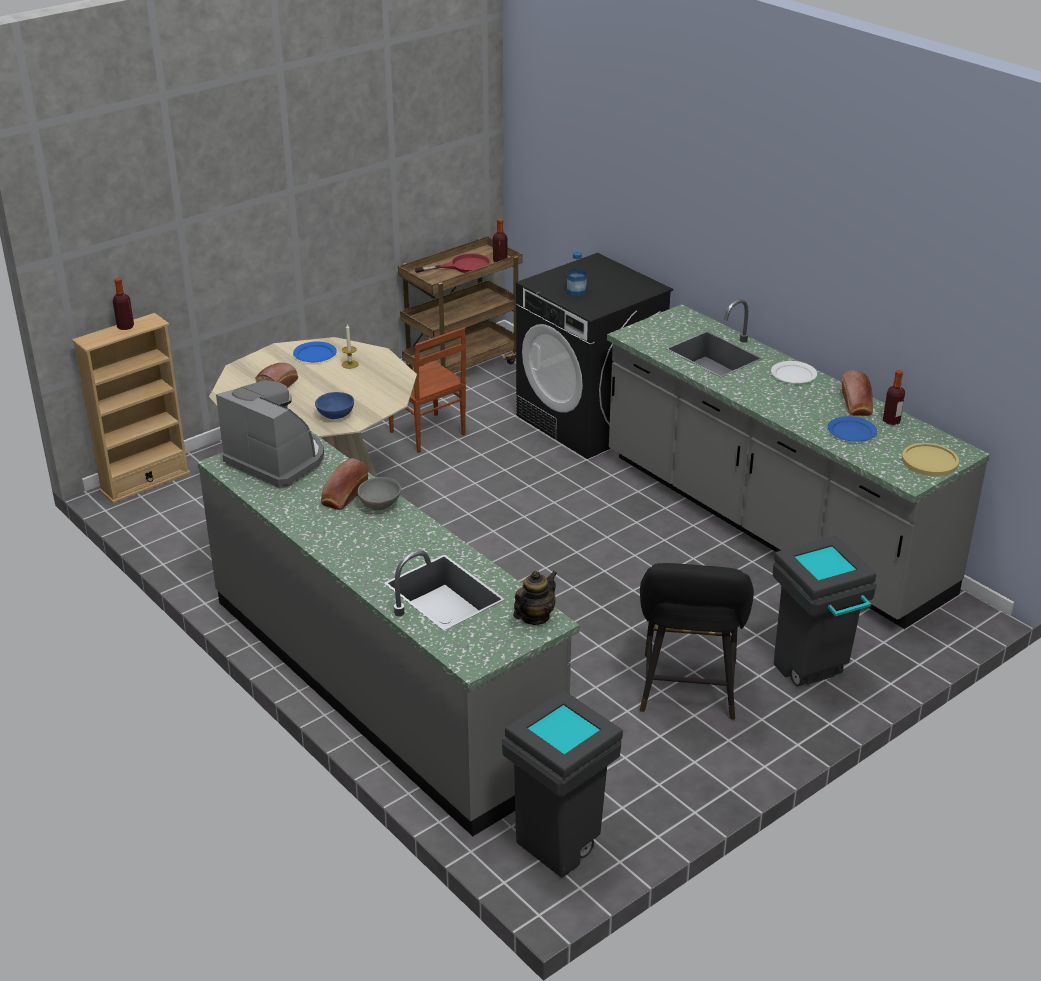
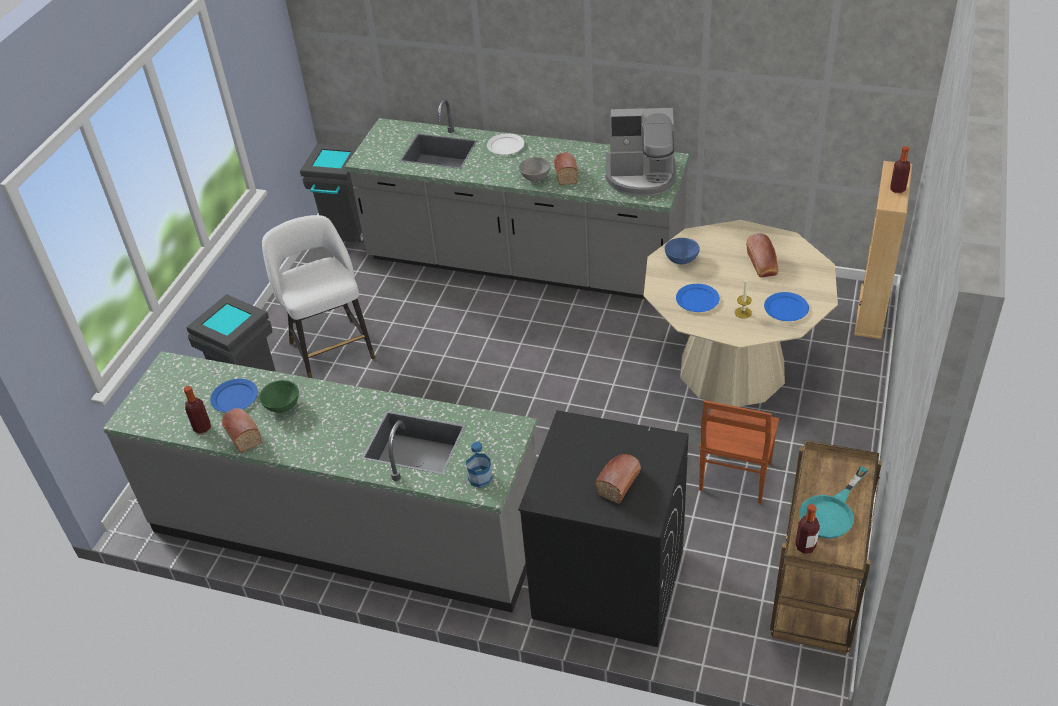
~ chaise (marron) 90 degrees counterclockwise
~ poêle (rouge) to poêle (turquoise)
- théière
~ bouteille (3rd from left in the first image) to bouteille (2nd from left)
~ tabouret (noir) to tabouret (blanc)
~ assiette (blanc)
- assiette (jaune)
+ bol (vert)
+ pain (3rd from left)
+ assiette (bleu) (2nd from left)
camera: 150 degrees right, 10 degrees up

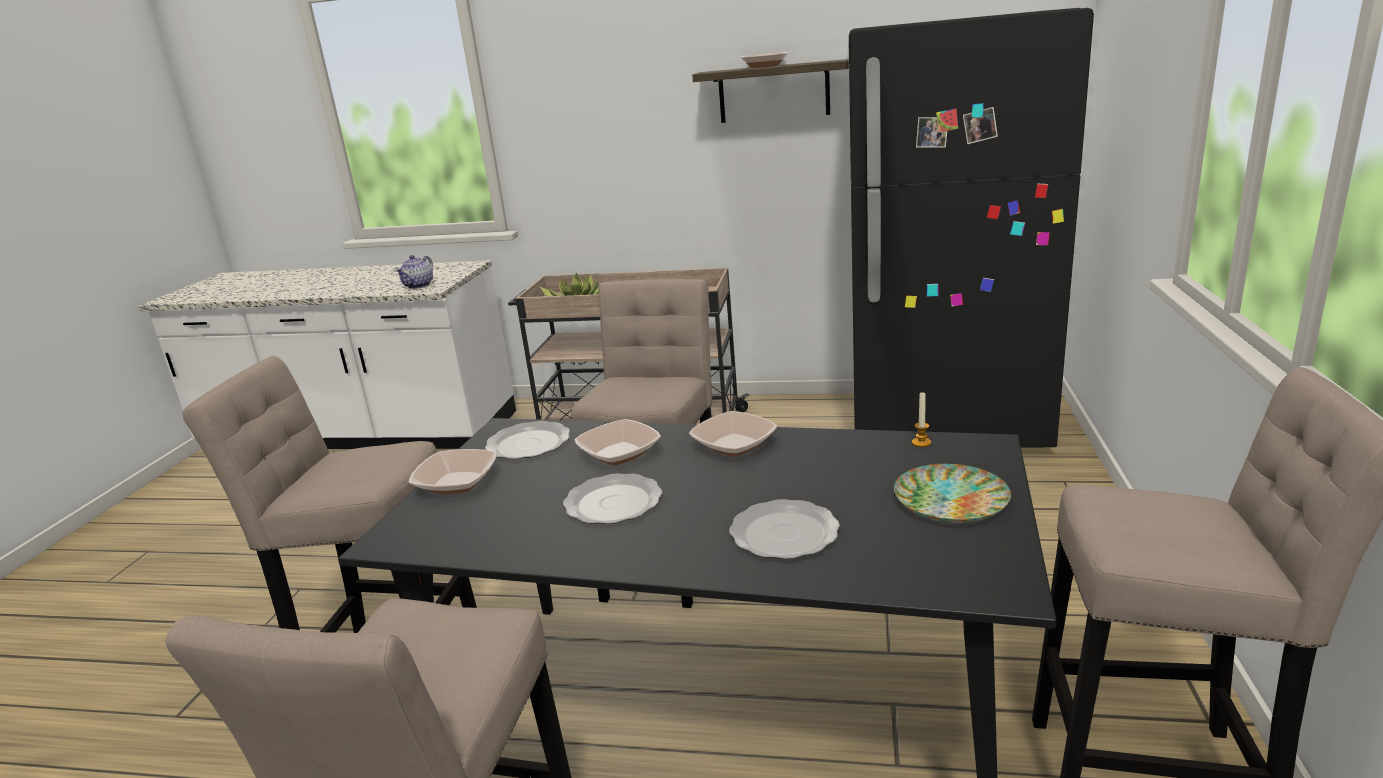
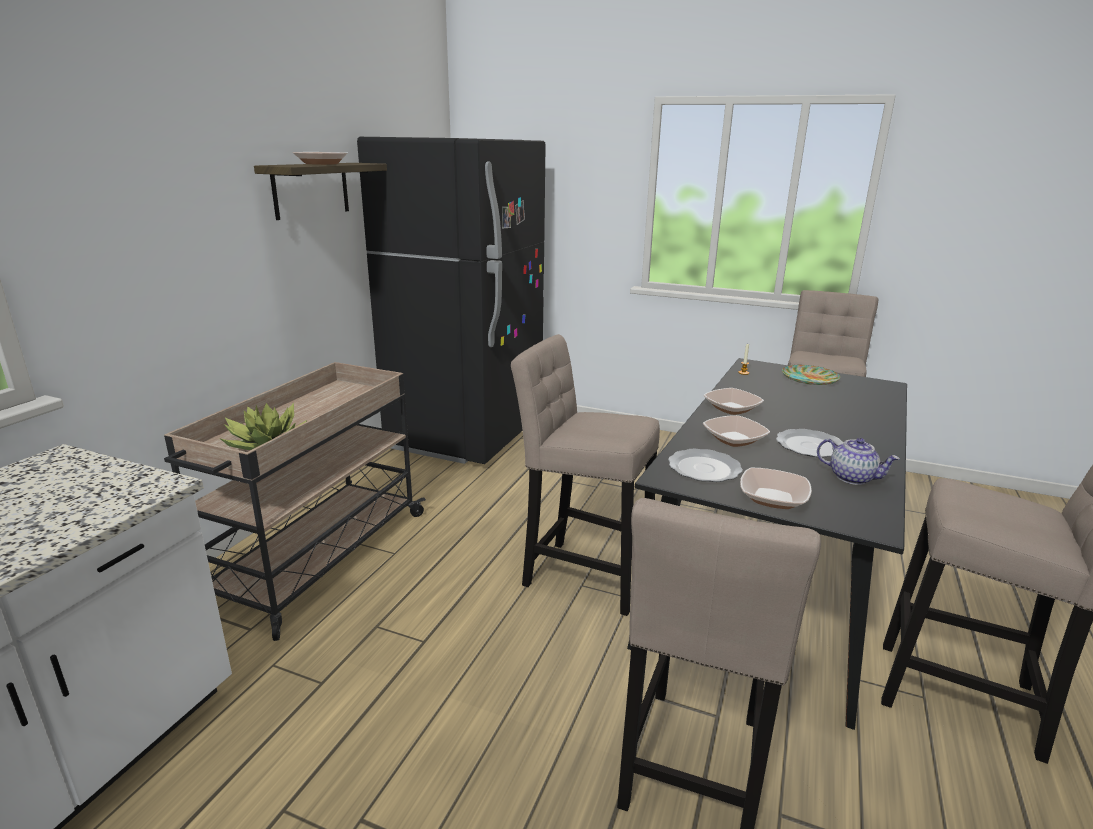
~ théière
- assiette (3rd from left)
camera: 80 degrees left, 0 degrees up

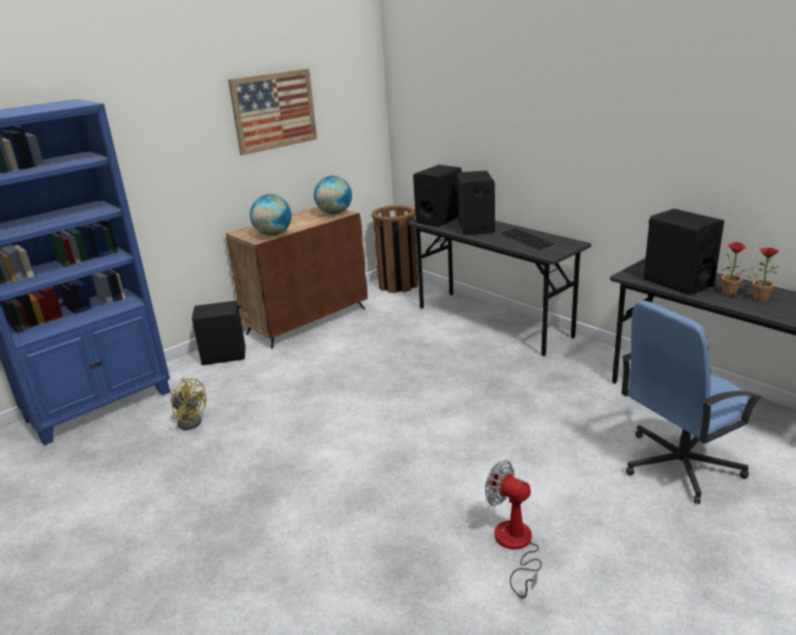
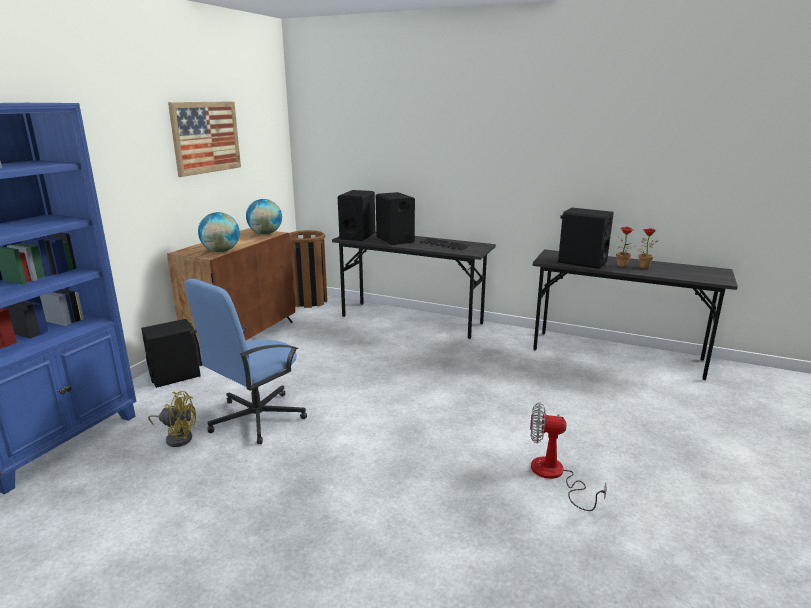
~ chaise de bureau (bleu)
camera: 25 degrees left, 5 degrees down

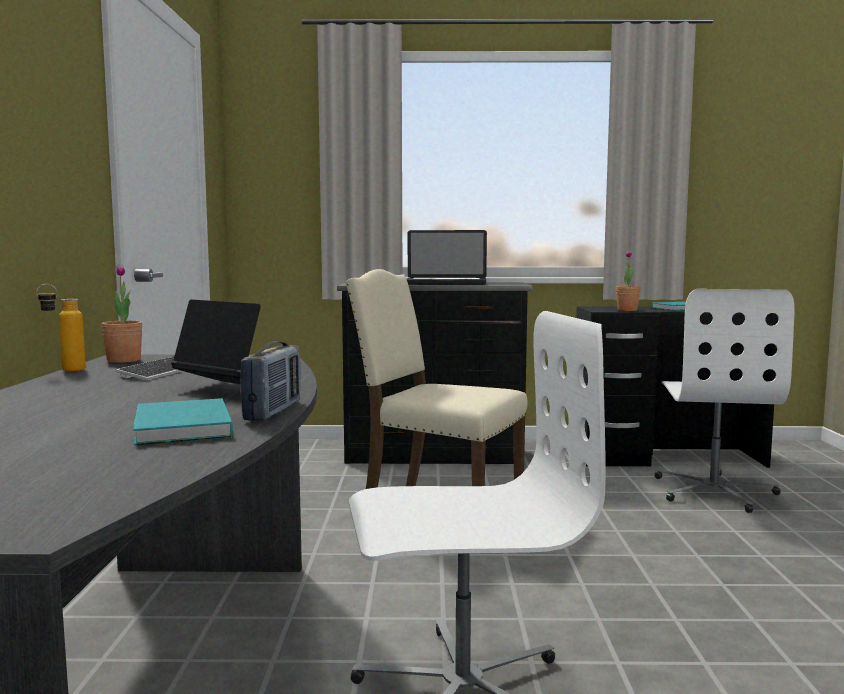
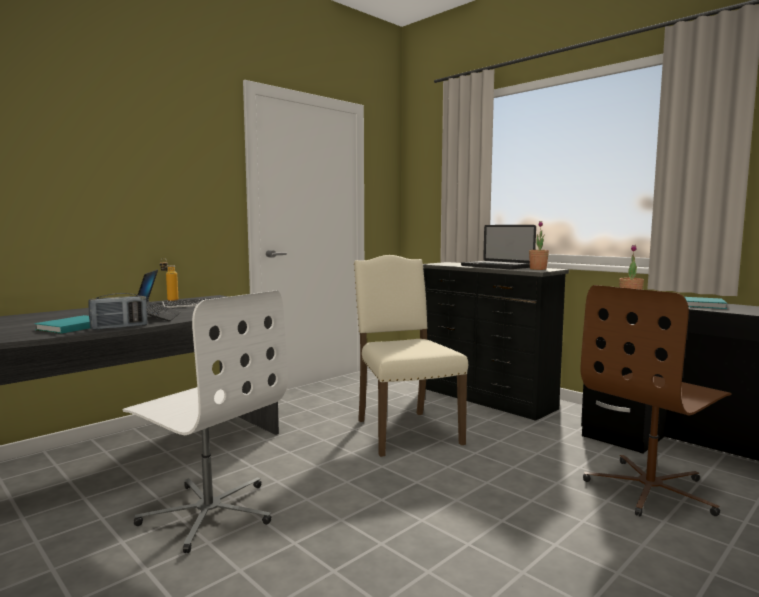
~ plante en pot (1st from left)
~ chaise de bureau (blanc) (2nd from left) to chaise de bureau (marron)
camera: 45 degrees right, 0 degrees up

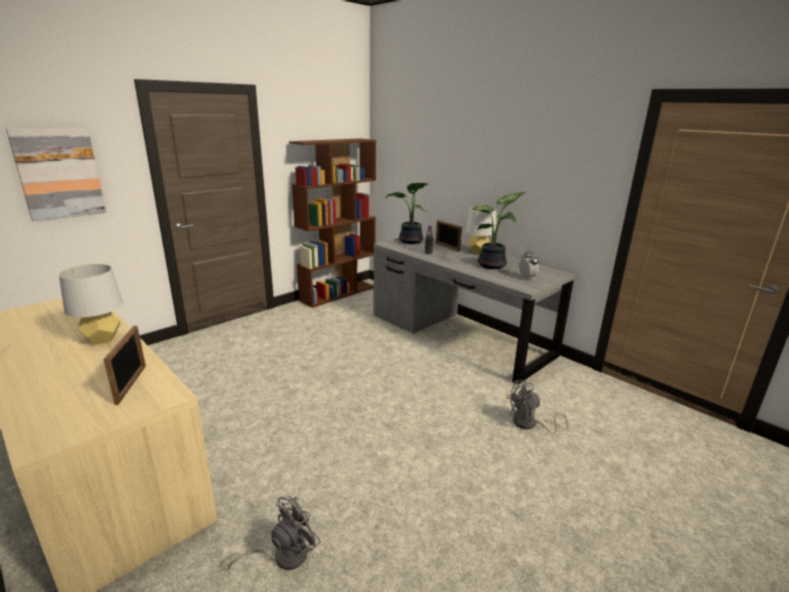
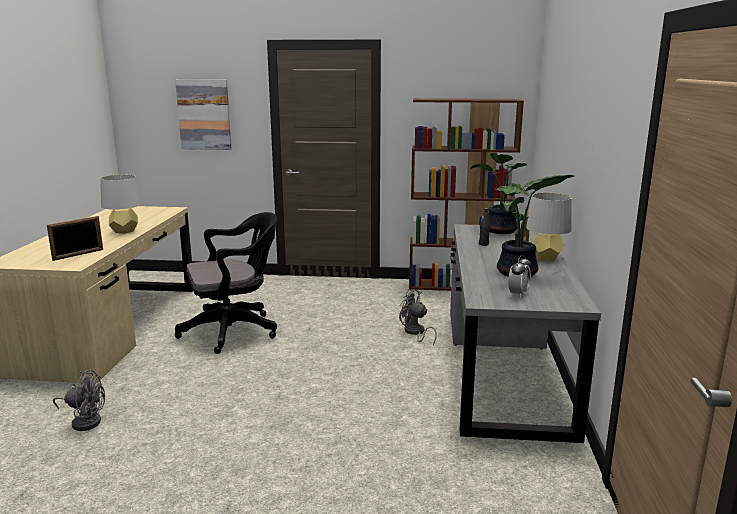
~ ventilateur (gris) (2nd from left)
+ chaise de bureau (noir)
camera: 50 degrees right, 5 degrees down

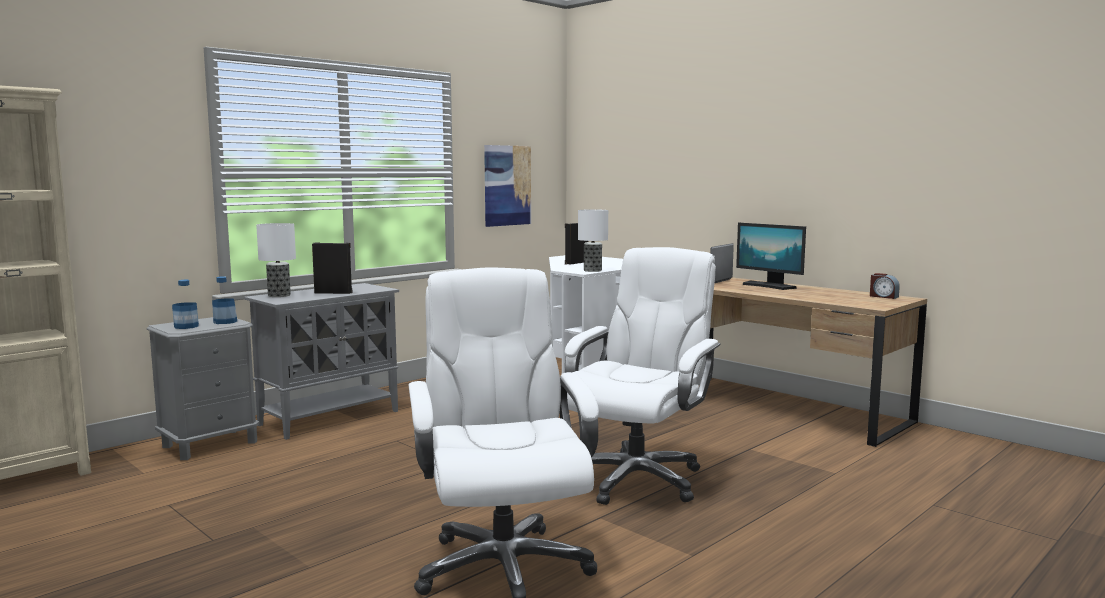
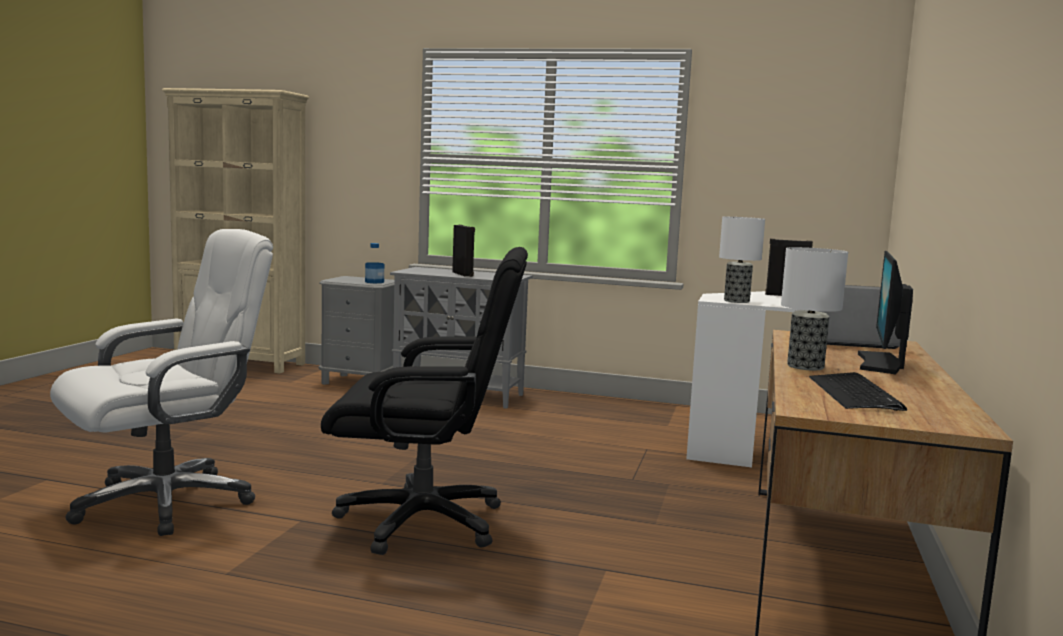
- bouteille (1st from left)
~ lampe de table (1st from left in the first image) to lampe de table (2nd from left)
- tableau
~ chaise de bureau (blanc) (2nd from left) to chaise de bureau (noir)
- réveil
+ clavier
camera: 60 degrees right, 0 degrees up

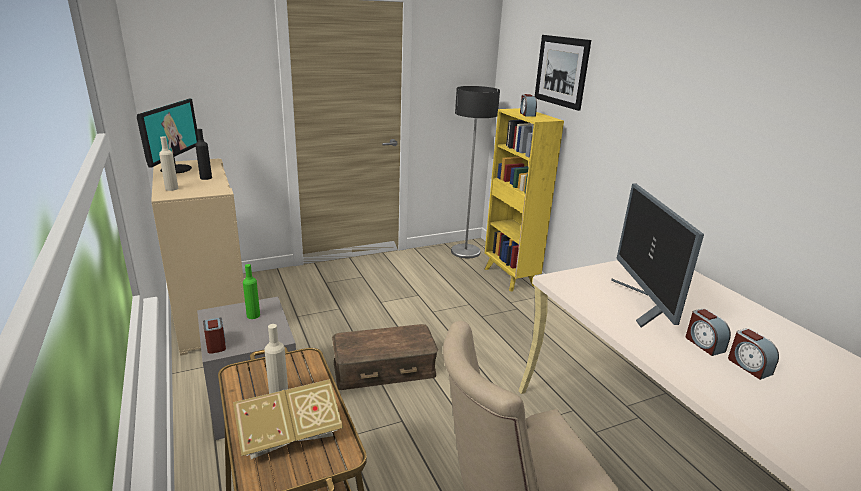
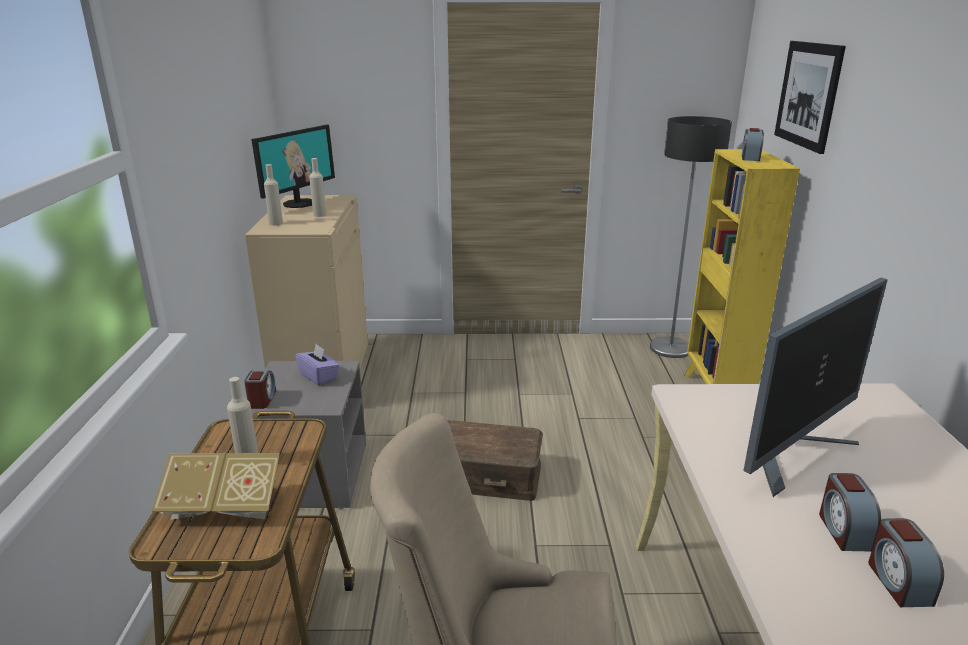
~ bouteille (noir) to bouteille (beige) (3rd from left)
~ bouteille (vert) to boîte à mouchoirs (violet)
~ écran d'ordinateur (2nd from left) 150 degrees counterclockwise
camera: 25 degrees right, 0 degrees up

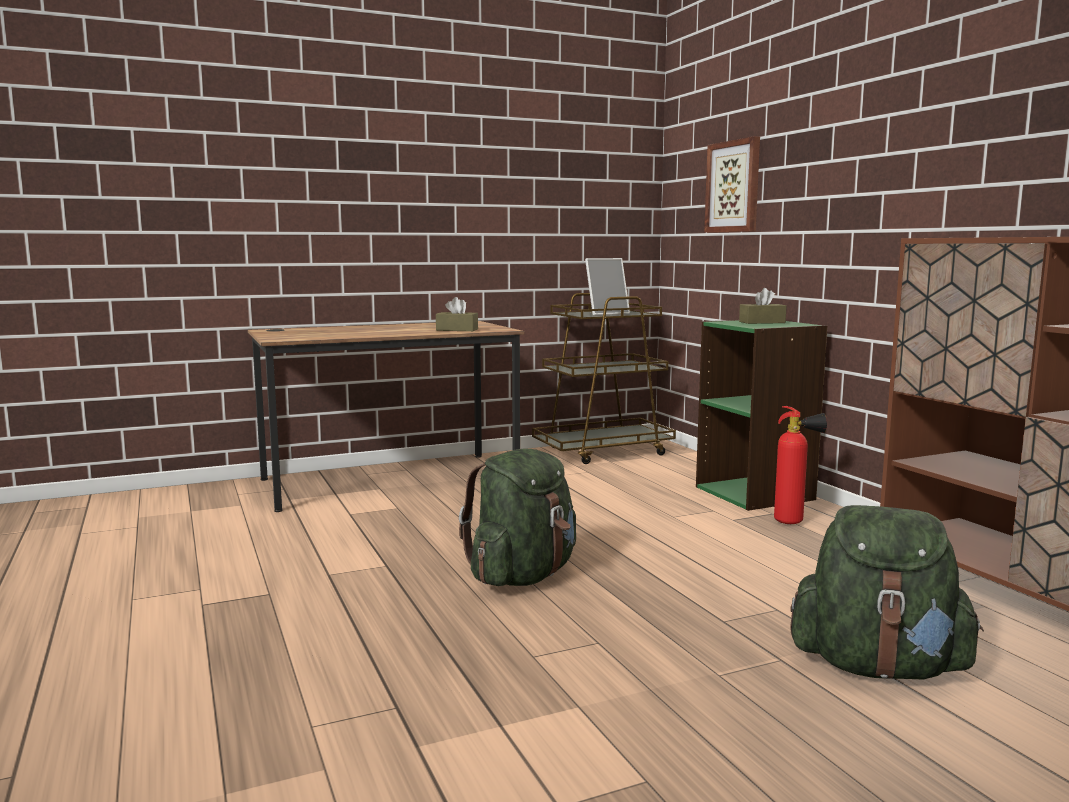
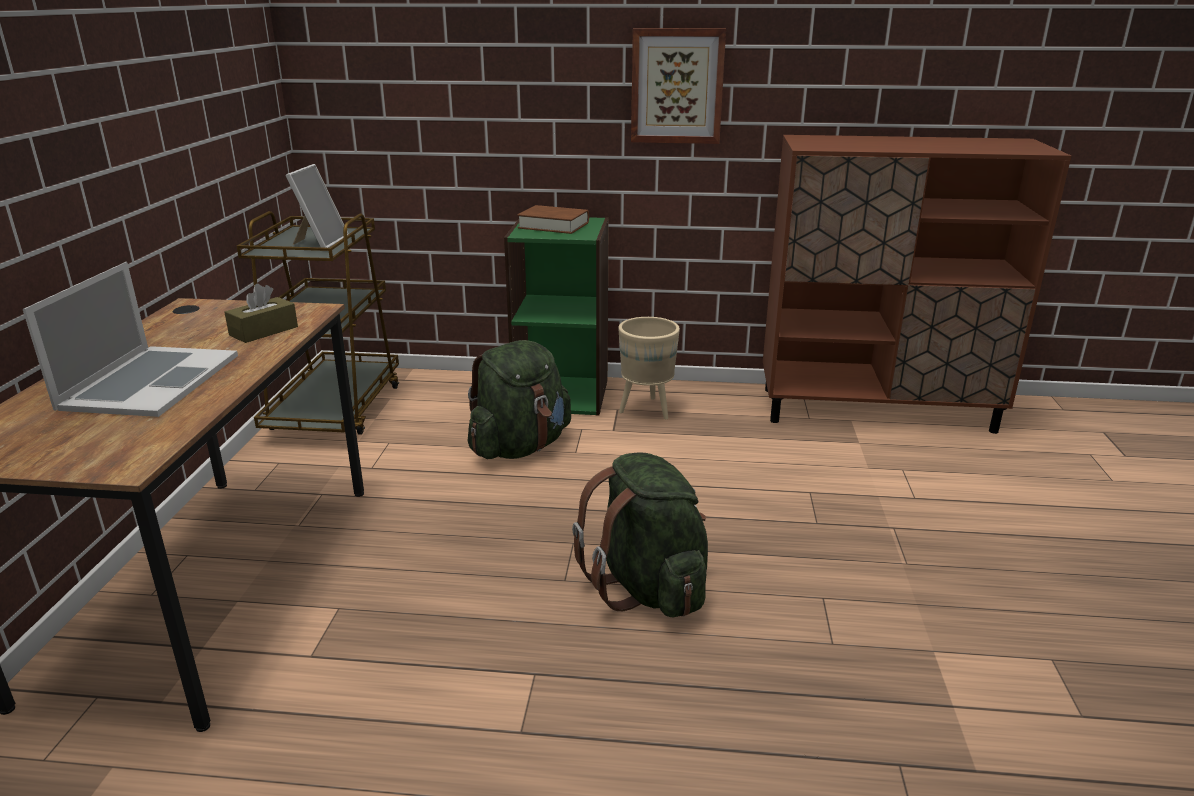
~ tableau
~ boîte à mouchoirs (marron) (2nd from left) to livre (marron)
~ extincteur to cache-pot (beige)
~ sac à dos (vert) (2nd from left in the first image) to sac à dos (vert) (1st from left)
+ ordinateur portable
camera: 60 degrees left, 15 degrees up

